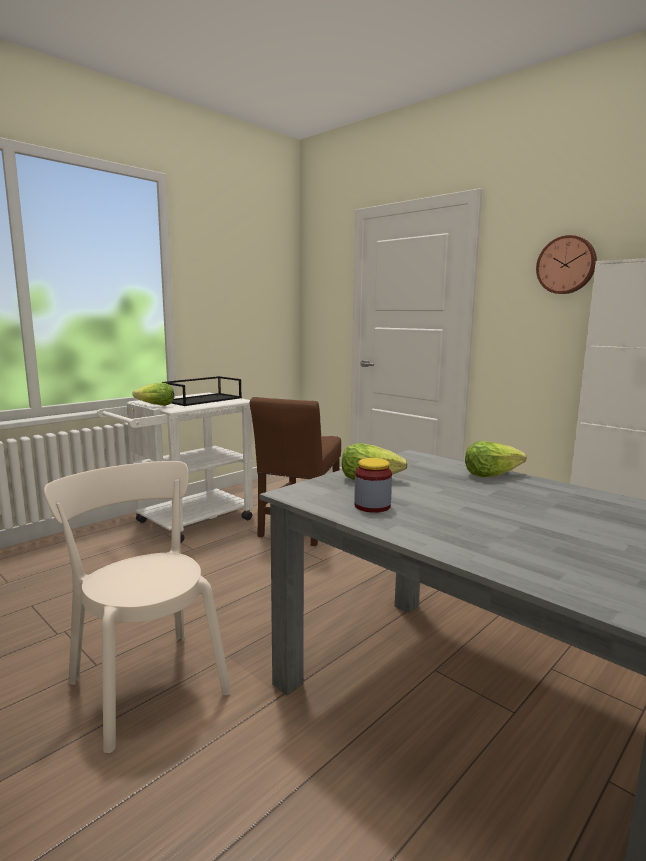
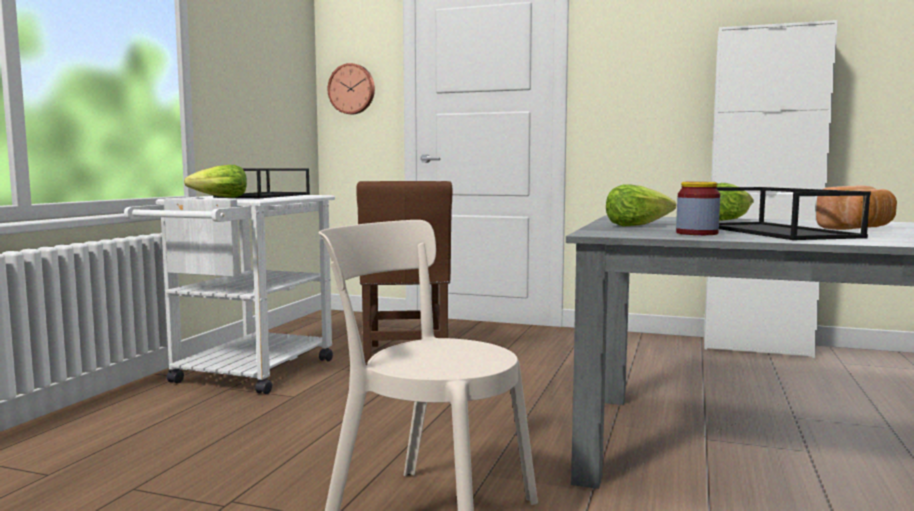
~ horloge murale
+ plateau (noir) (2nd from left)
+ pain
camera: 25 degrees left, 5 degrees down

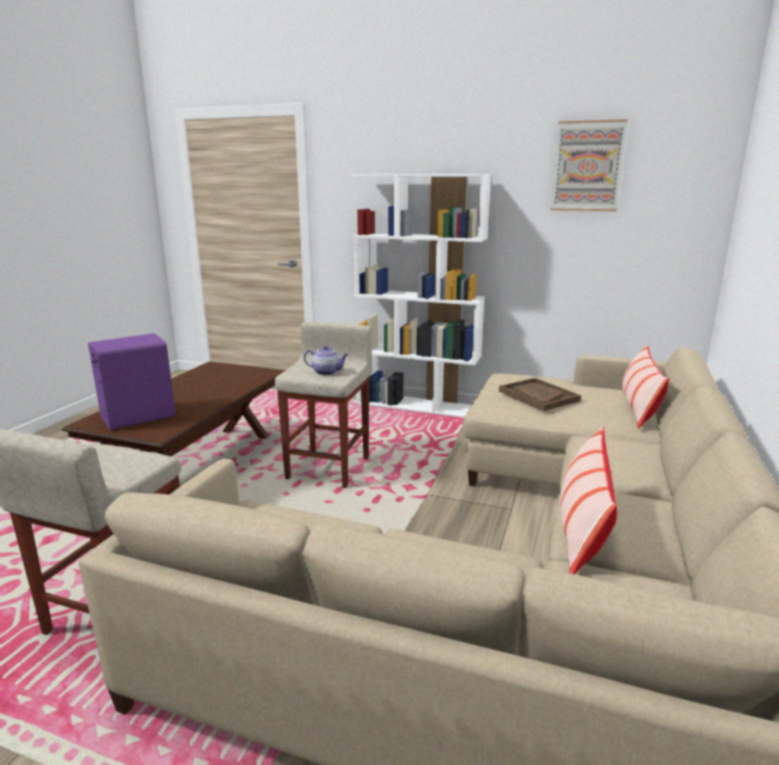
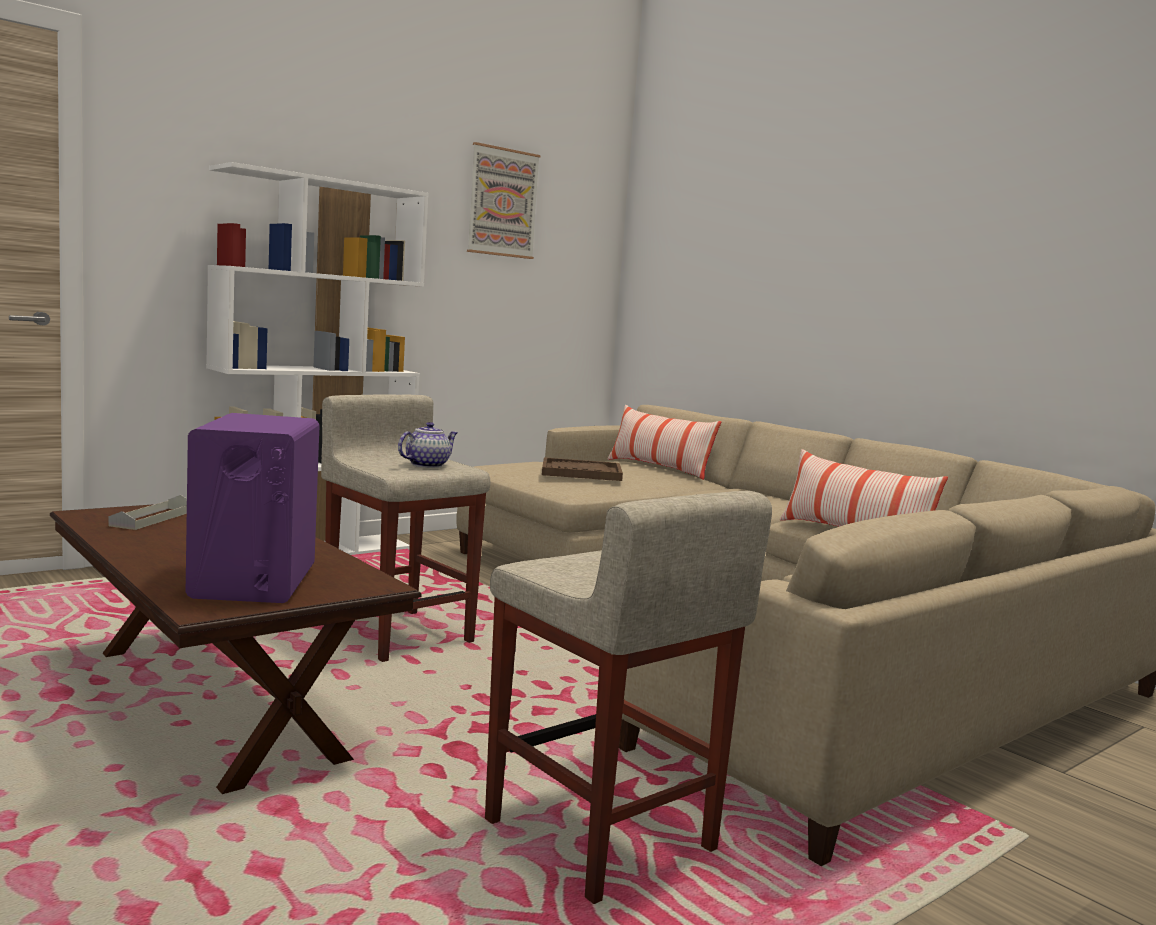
+ plateau (gris)
camera: 60 degrees left, 10 degrees down

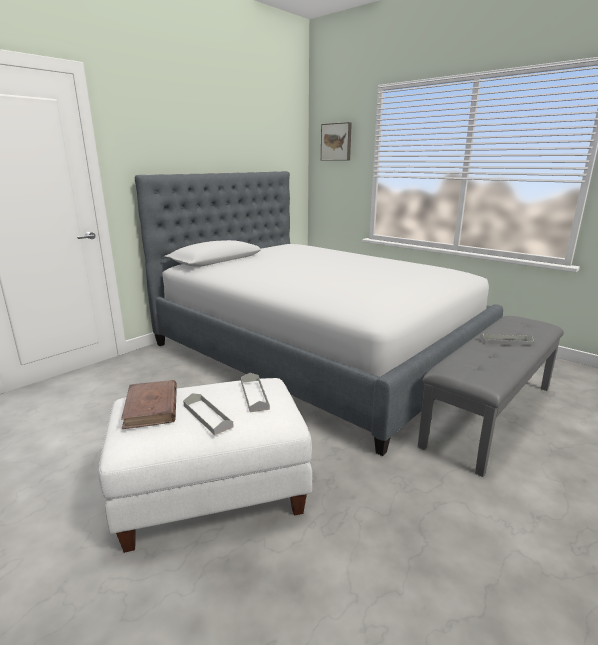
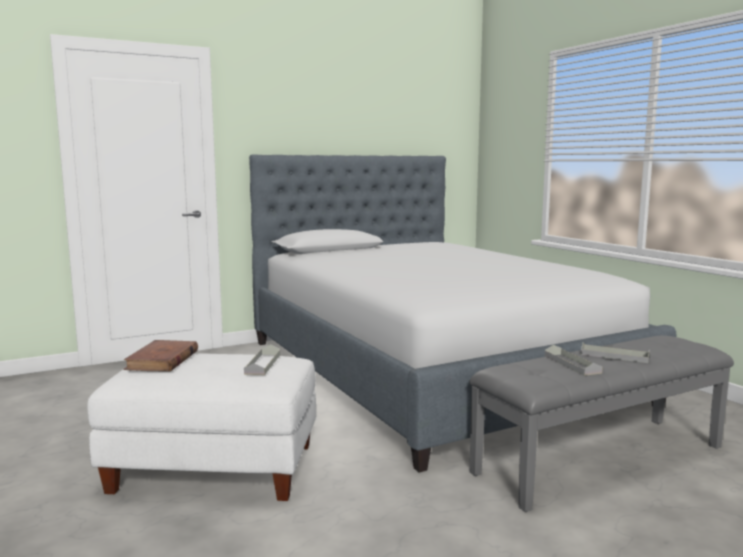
~ plateau (gris) (1st from left in the first image) to plateau (gris) (2nd from left)
- tableau
camera: 20 degrees right, 10 degrees down

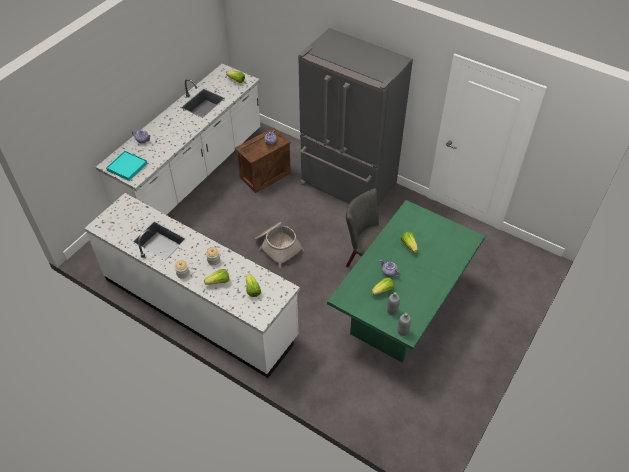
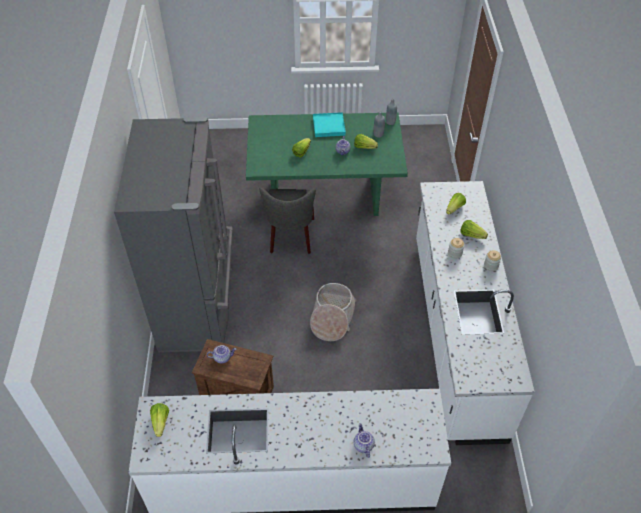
~ plateau (turquoise)
camera: 125 degrees left, 0 degrees up

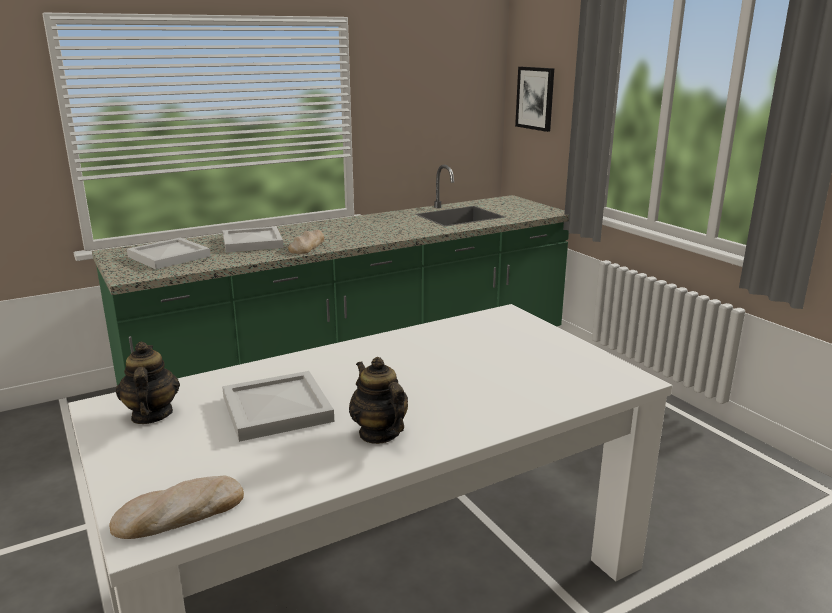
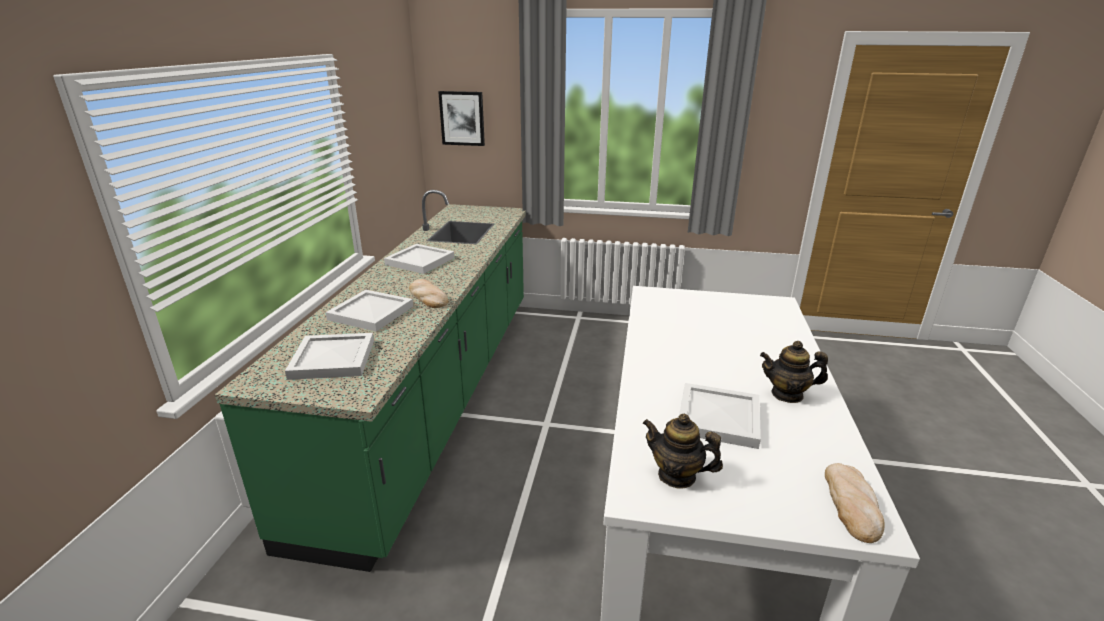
+ plateau (blanc) (3rd from left)
camera: 50 degrees left, 5 degrees up

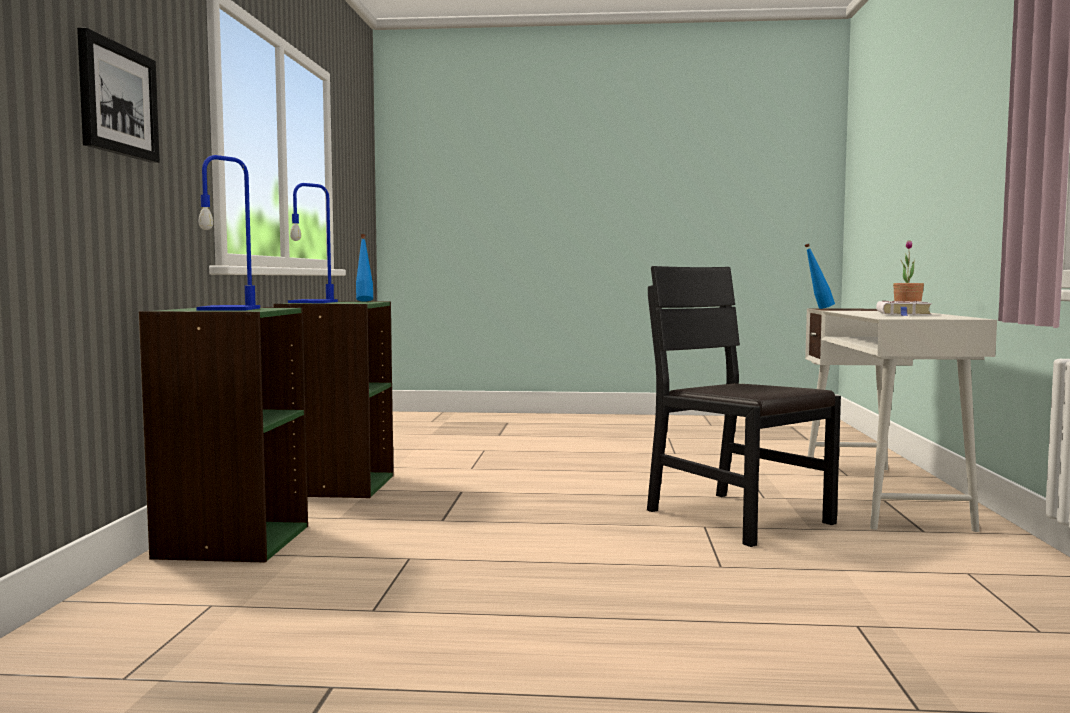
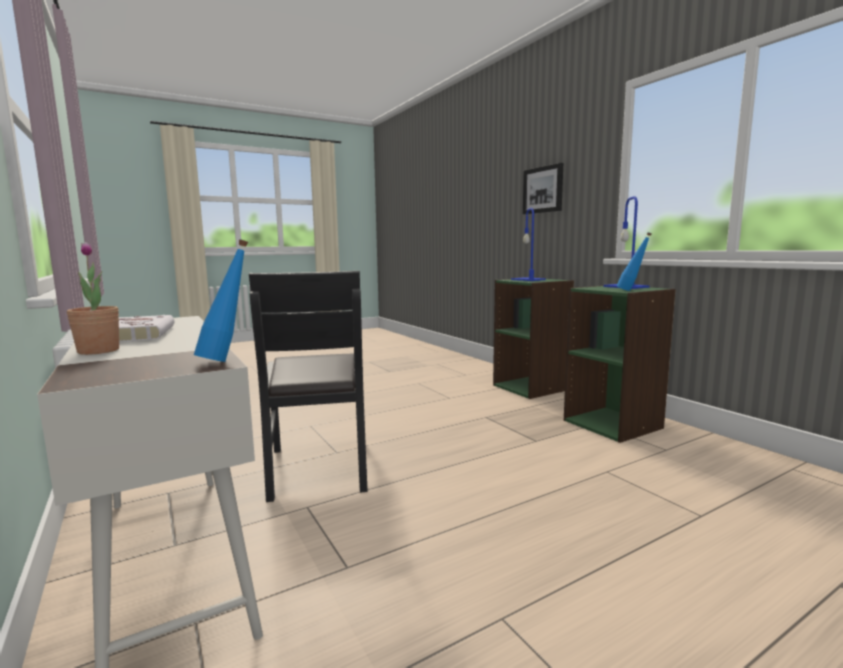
~ chaise (noir) 60 degrees clockwise
camera: 145 degrees right, 5 degrees up

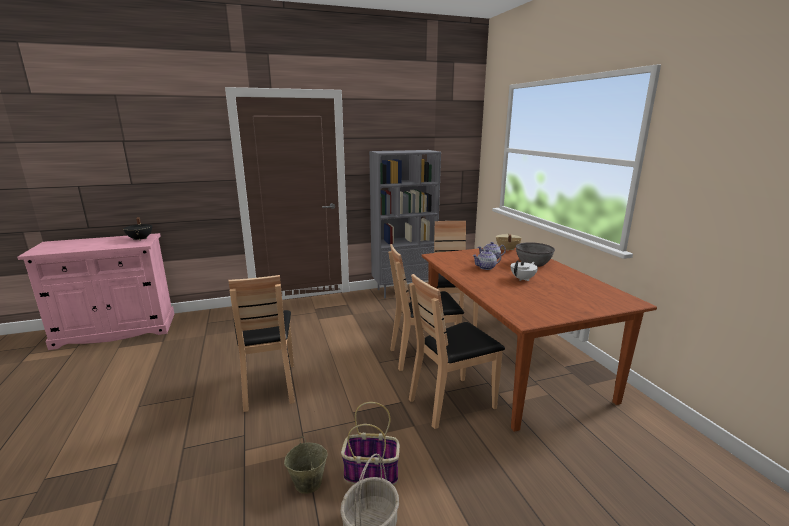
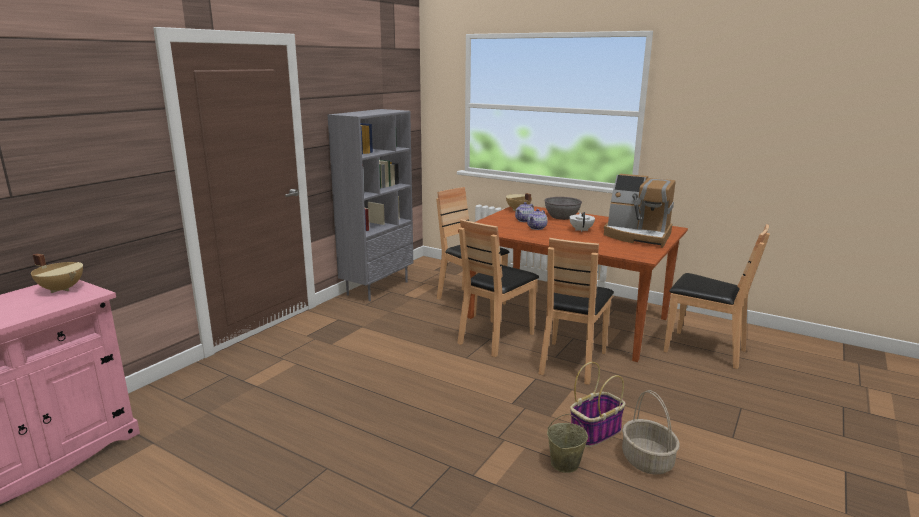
~ marmite (noir) to marmite (beige) (1st from left)
~ chaise (marron) (1st from left in the first image) to chaise (marron) (4th from left)
+ machine à café
camera: 40 degrees left, 0 degrees up

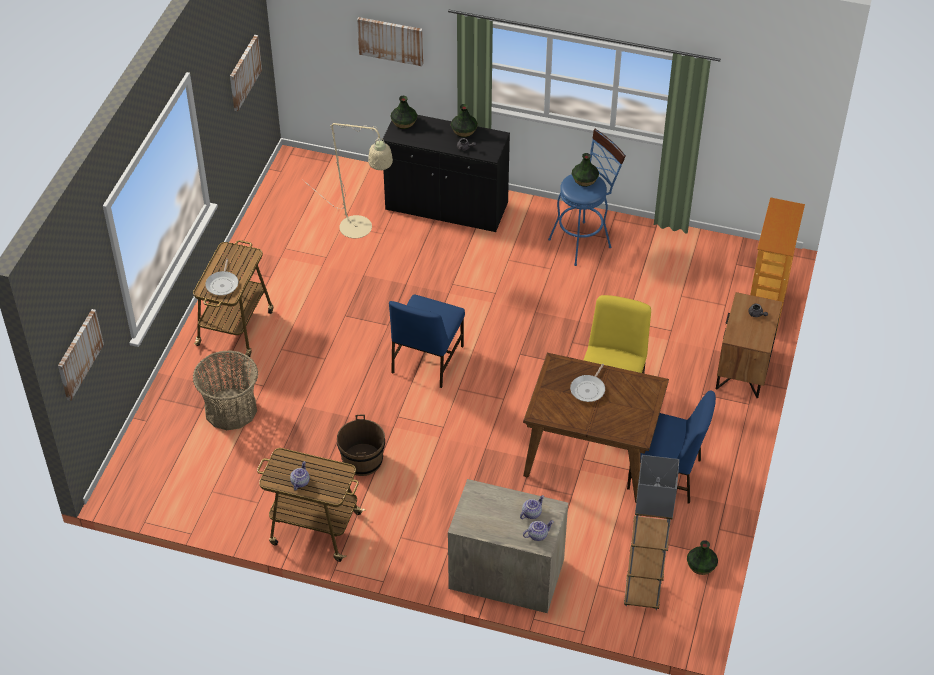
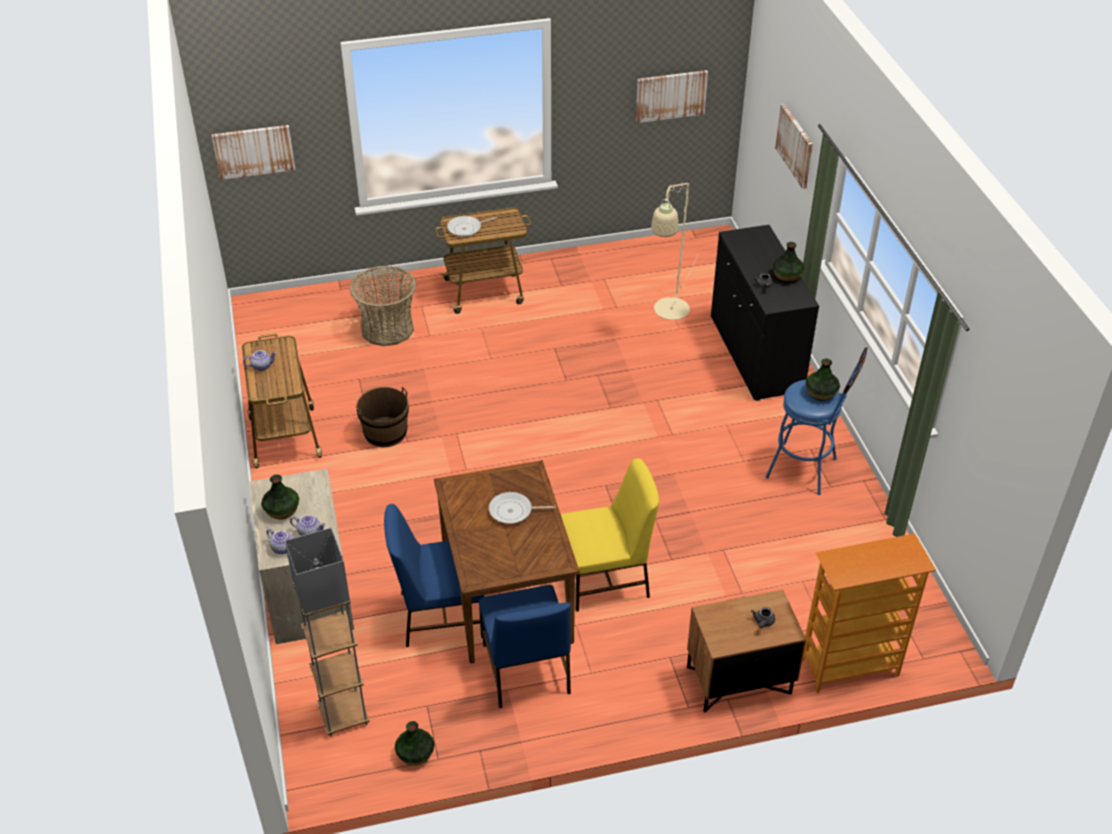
~ chaise (bleu) (1st from left)
~ vase (1st from left)
camera: 60 degrees right, 5 degrees down

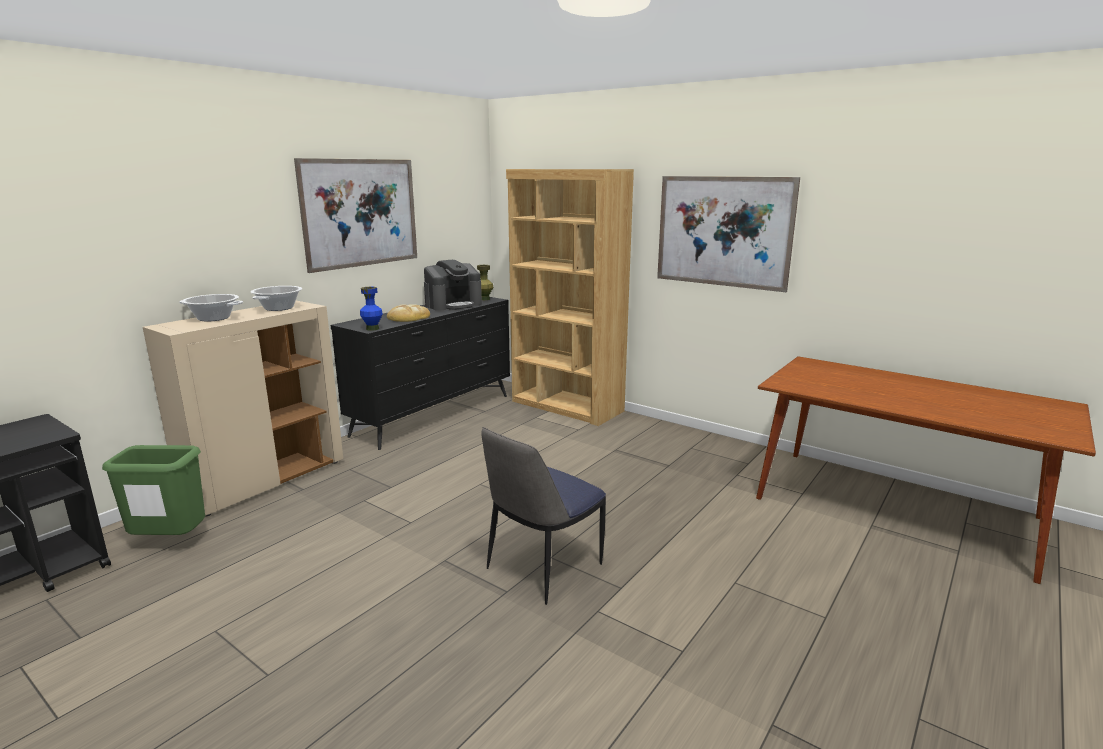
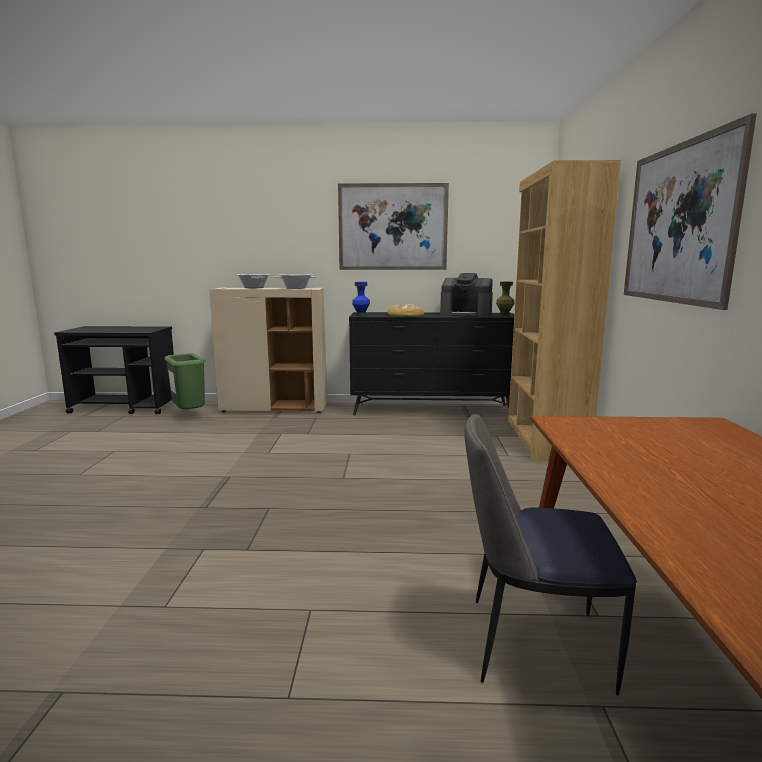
~ chaise
camera: 55 degrees right, 5 degrees down

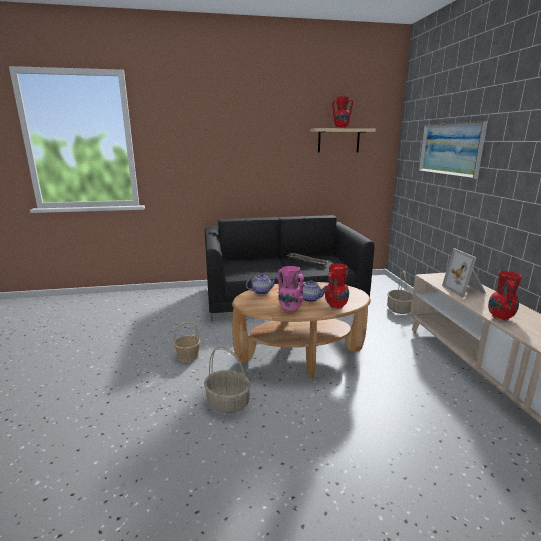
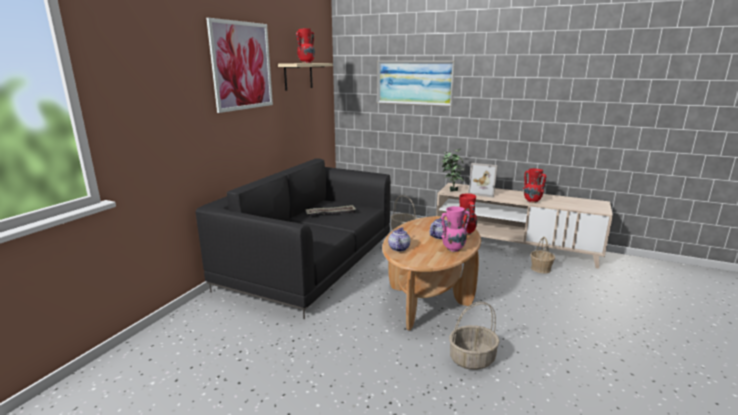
~ panier (1st from left in the first image) to panier (3rd from left)
+ tableau (1st from left)
+ plante en pot
camera: 55 degrees left, 0 degrees up

